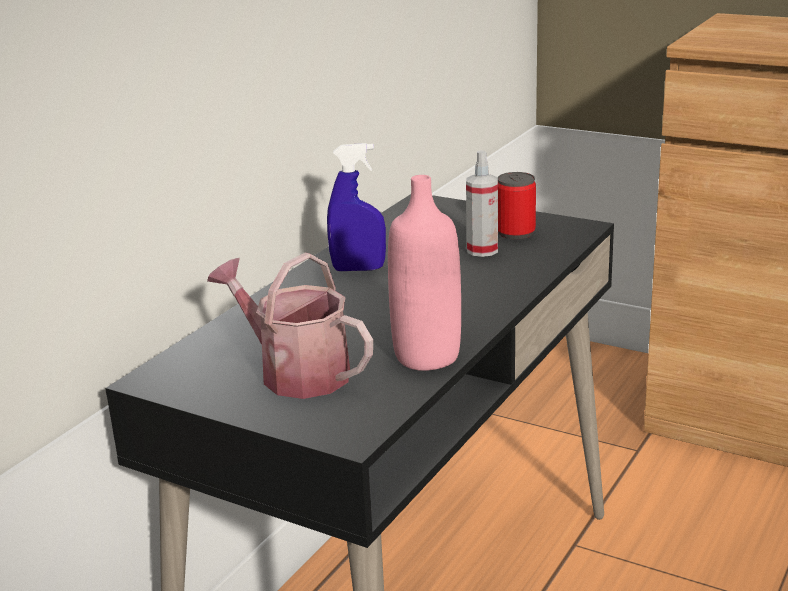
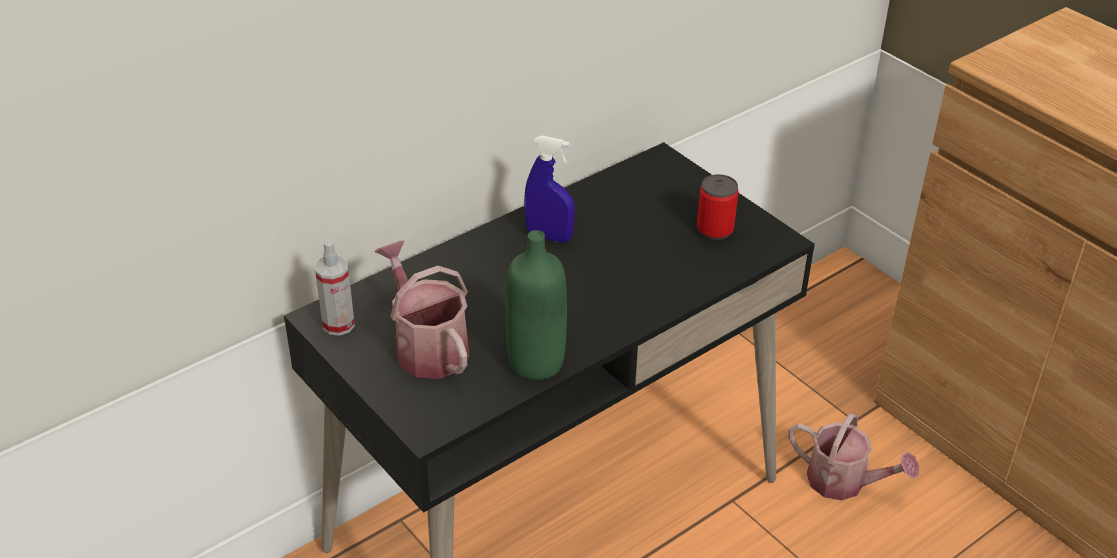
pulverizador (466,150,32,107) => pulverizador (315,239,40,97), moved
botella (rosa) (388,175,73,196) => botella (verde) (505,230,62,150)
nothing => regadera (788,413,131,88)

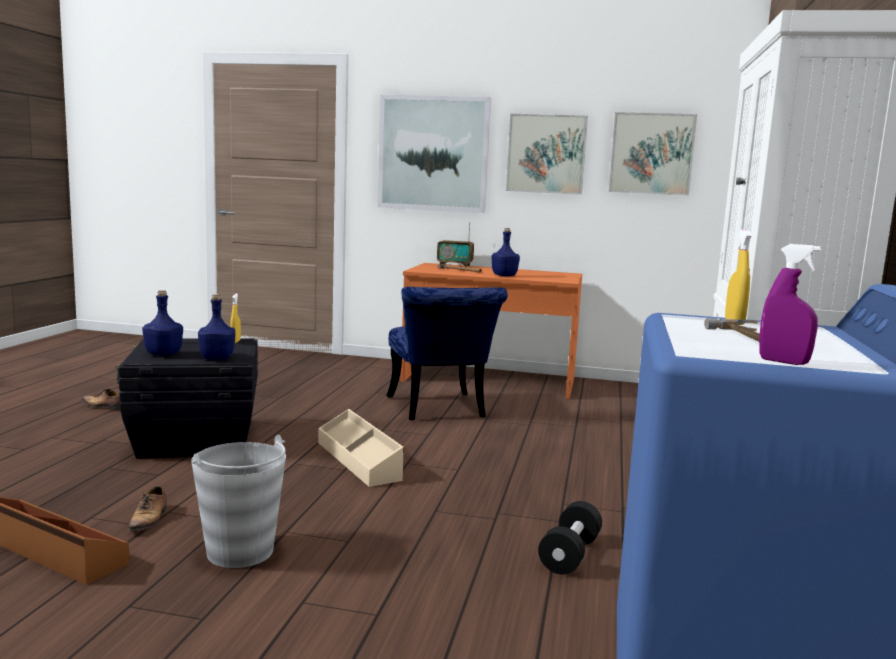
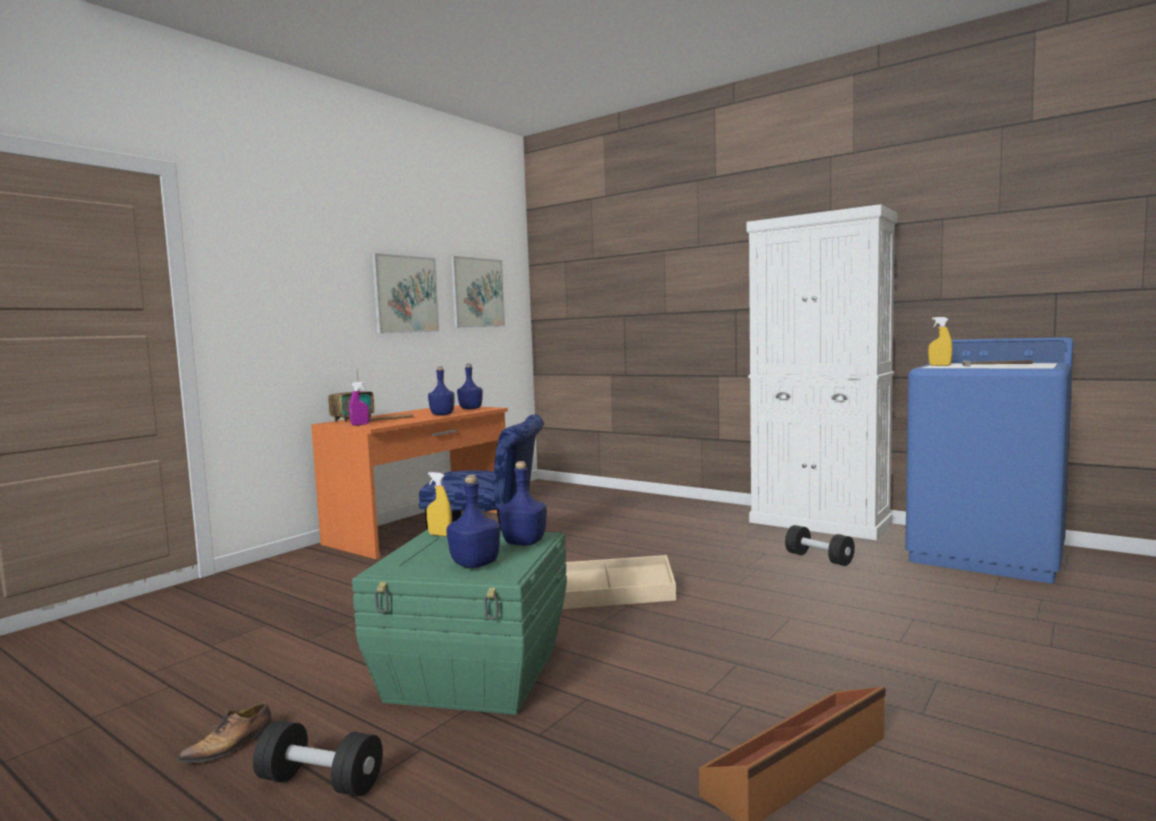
cuadro (377,94,114,119) => nothing
pulverizador (morado) (759,244,62,121) => pulverizador (morado) (349,382,20,44), moved
caja de almacenaje (negro) (116,338,142,121) => caja de almacenaje (verde) (352,529,215,186)
cubo (gris) (191,435,95,133) => nothing
zapato (128,486,39,50) => nothing
nothing => botella (azul) (457,364,26,45)
nothing => mancuerna (negro) (253,721,130,75)

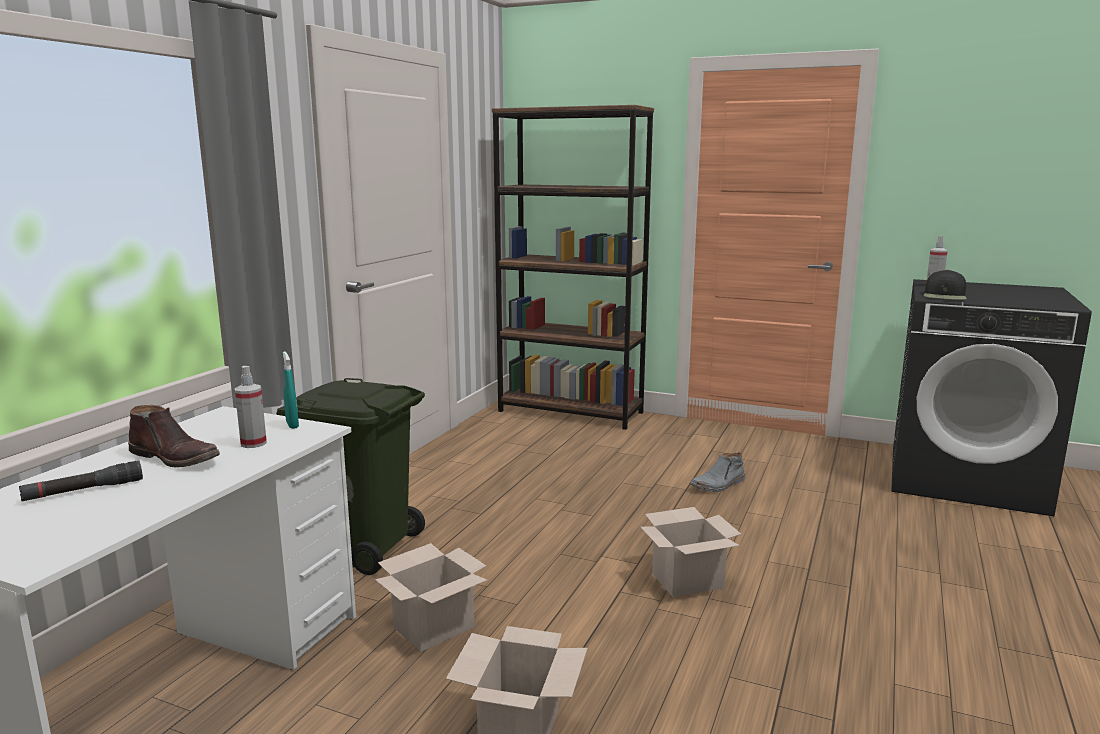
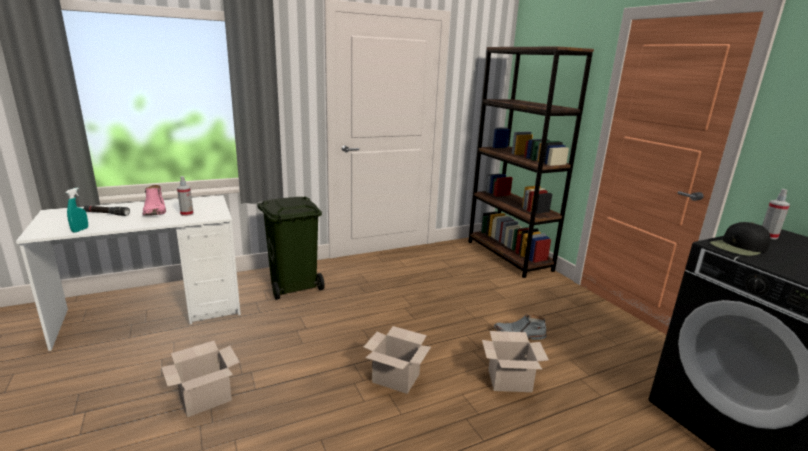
pulverizador (turquesa) (283,351,16,78) => pulverizador (turquesa) (66,188,22,45), moved
bota (marrón) (128,405,92,62) => bota (rosa) (142,185,24,31)
caja de cartón (375,543,112,109) => caja de cartón (482,331,67,61), moved

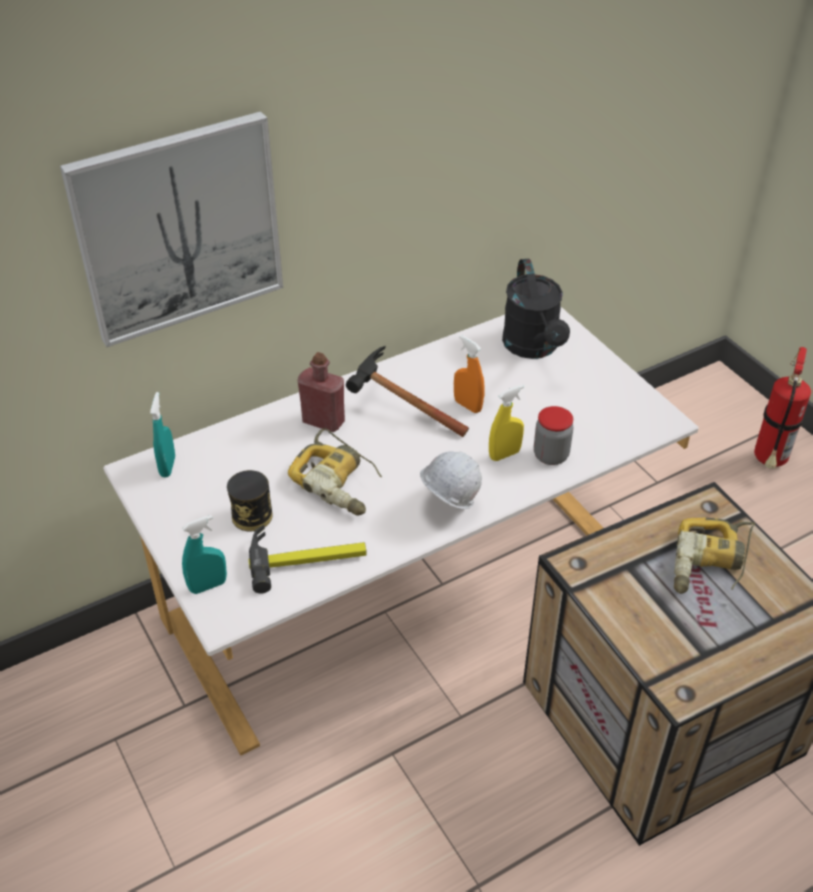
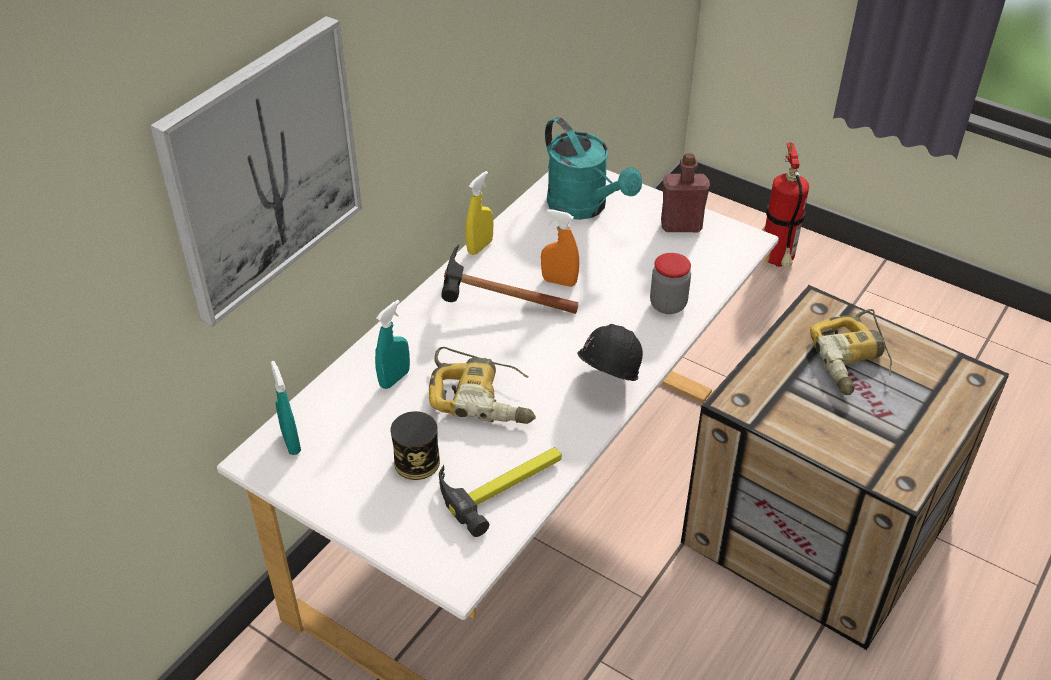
regadera (negro) (502,259,68,100) => regadera (turquesa) (545,117,97,103)
botella (rojo) (297,352,48,80) => botella (rojo) (661,153,49,79), moved
pulverizador (amarillo) (489,385,35,76) => pulverizador (amarillo) (465,171,28,84), moved
casco (blanco) (420,451,62,58) => casco (negro) (578,324,65,57)
pulverizador (turquesa) (182,515,45,79) => pulverizador (turquesa) (375,300,35,89), moved

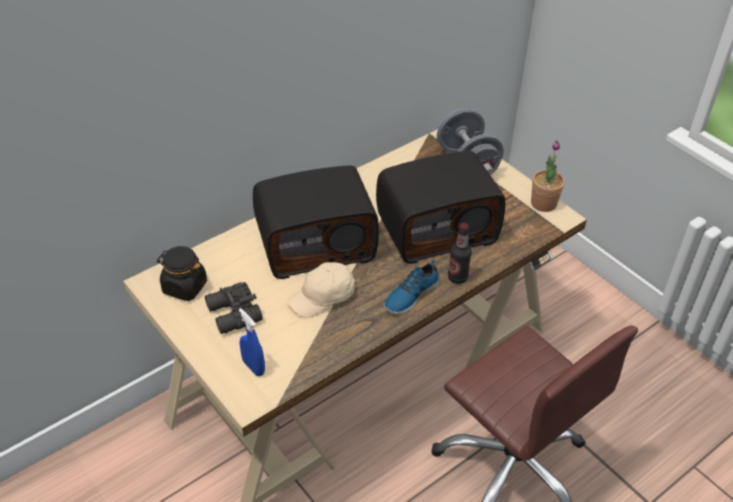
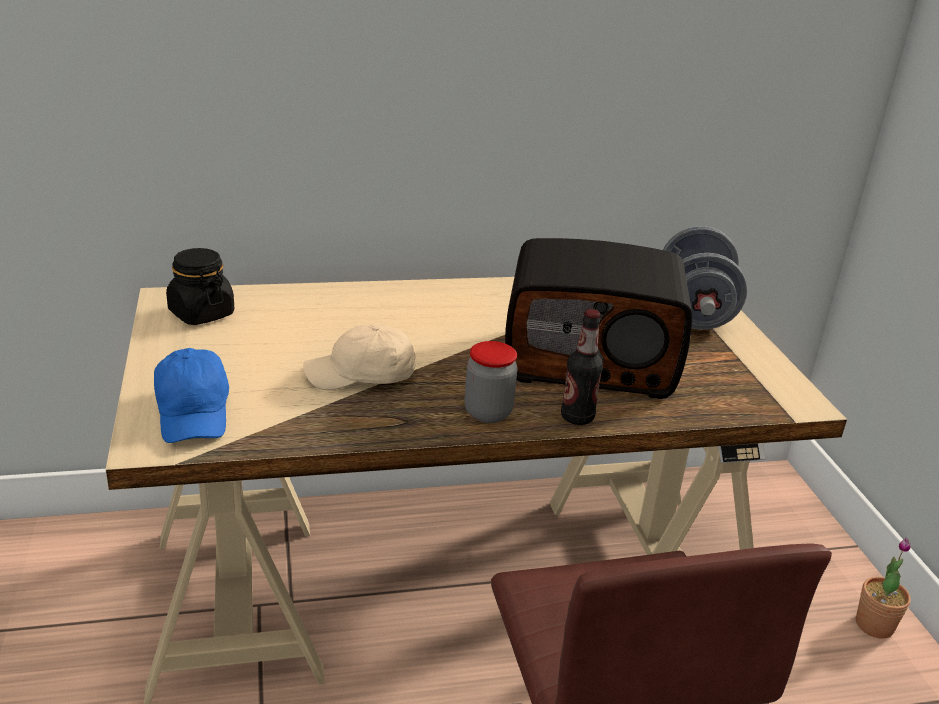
planta en maceta (531,140,34,72) => planta en maceta (856,538,55,101), moved
radio (253,166,126,113) => nothing
zapato (384,259,55,56) => tarro (465,341,53,82)
prismáticos (negro) (205,282,58,52) => nothing
pulverizador (azul) (239,308,26,68) => gorra (azul) (154,348,75,95)

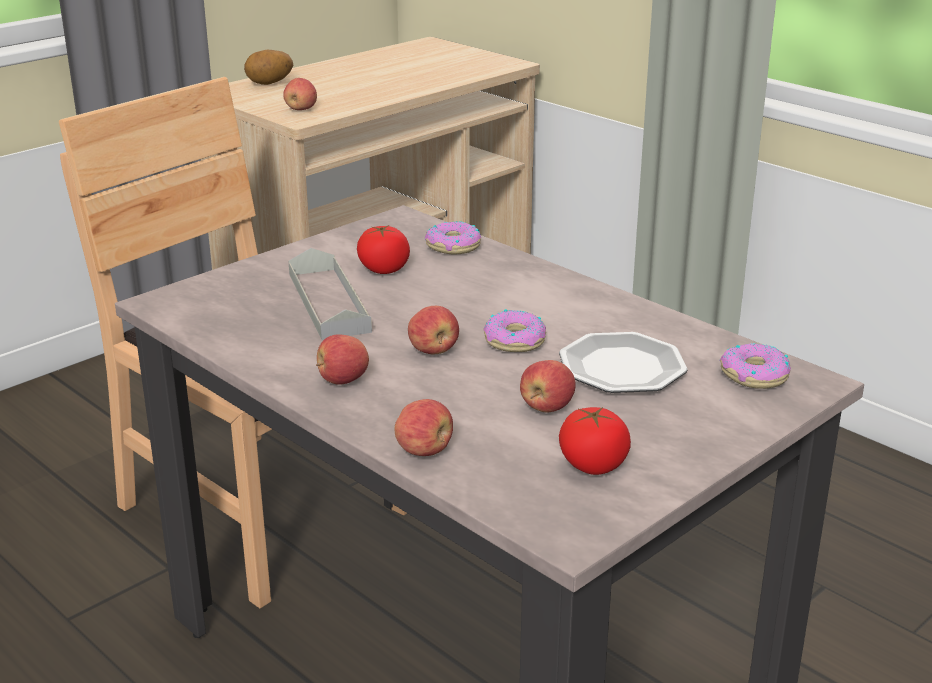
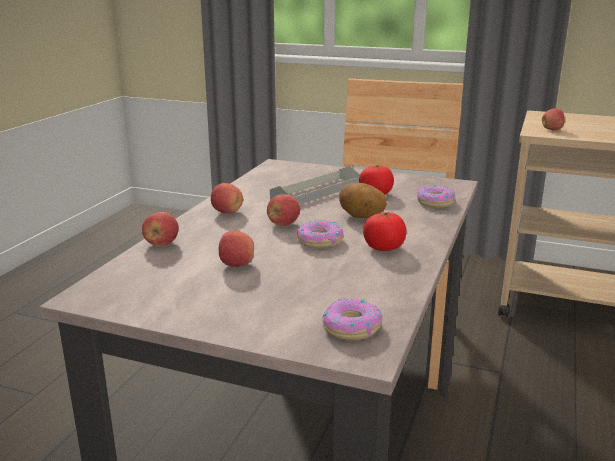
patata (244,50,50,35) => patata (339,183,48,35), moved
plato (559,332,128,61) => nothing
tomate (559,407,72,68) => tomate (363,211,44,40), moved

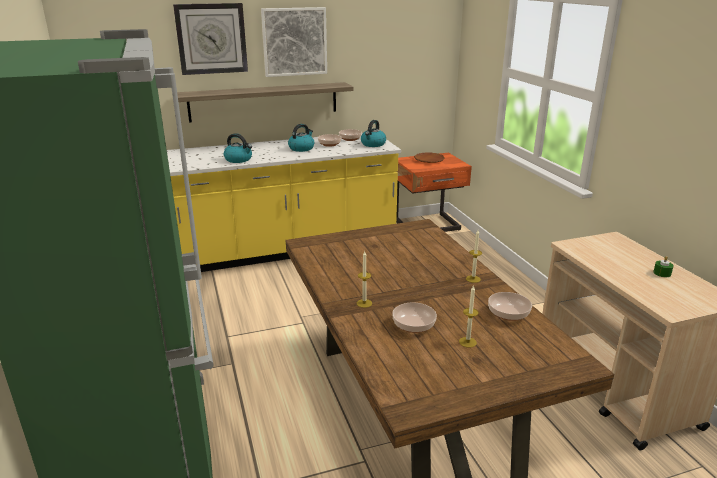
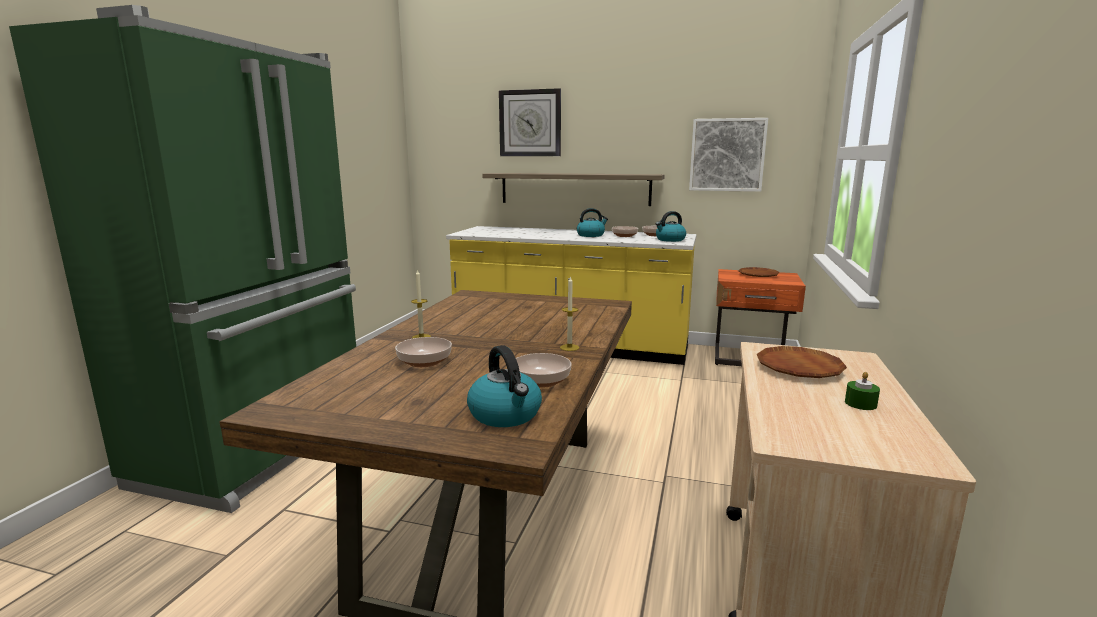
cuadro (261,7,66,70) => cuadro (689,118,79,74), moved
hervidor (224,133,28,30) => hervidor (467,345,75,82), moved
vela (459,285,20,63) => nothing
nothing => plato (marrón) (757,346,90,32)

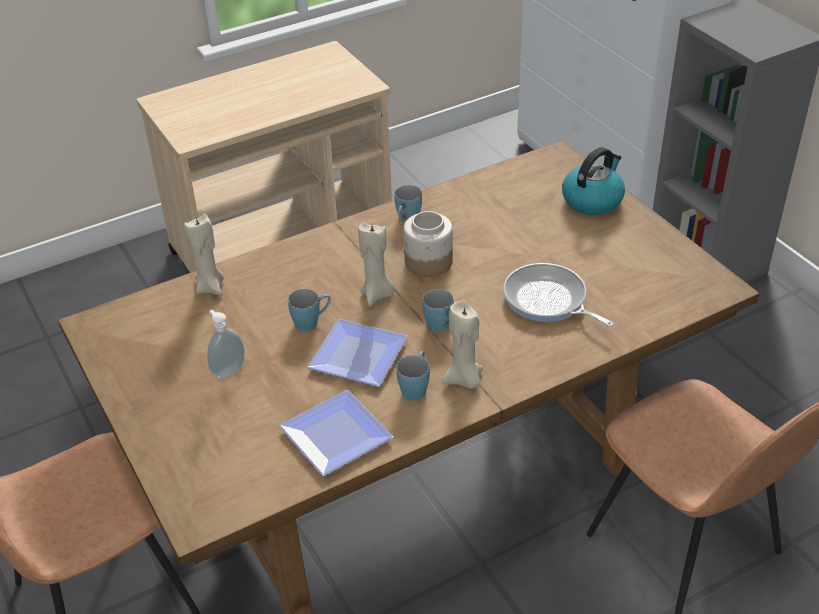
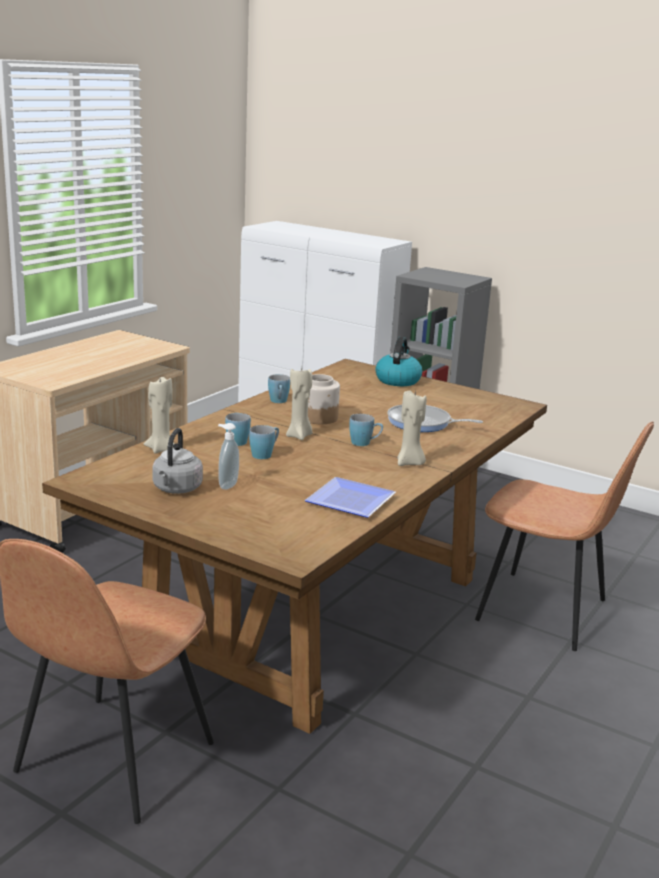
plato (307,319,101,68) => nothing
taza grande (azul) (396,351,34,50) => taza grande (azul) (225,413,26,33), moved
nothing => hervidor (gris) (152,428,51,66)

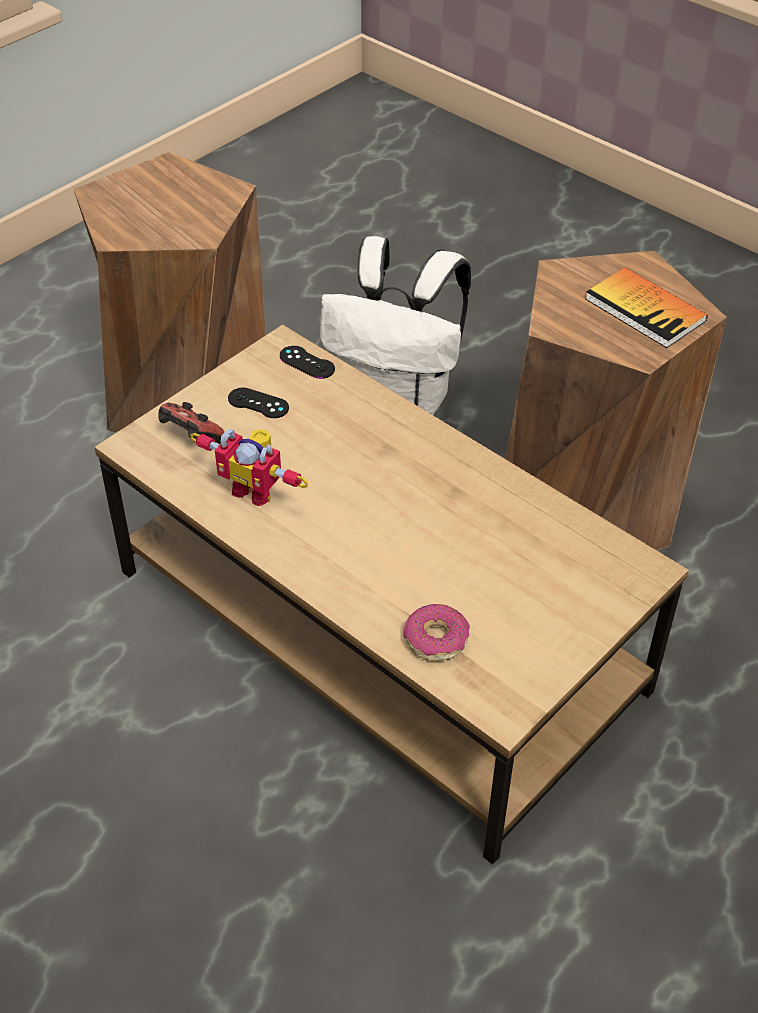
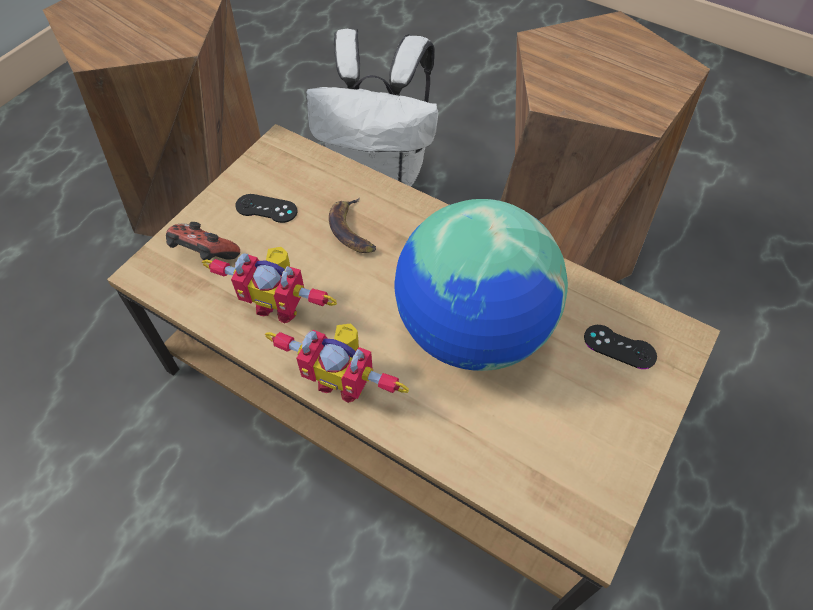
libro (585,267,123,81) => nothing
mando de consola (negro) (280,346,55,33) => mando de consola (negro) (584,325,73,44), moved
rosquilla (403,604,67,57) => nothing
nothing => plátano (329,197,47,56)
nothing => globo terráqueo (395,199,173,172)
nothing => robot de juguete (265,323,144,80)

